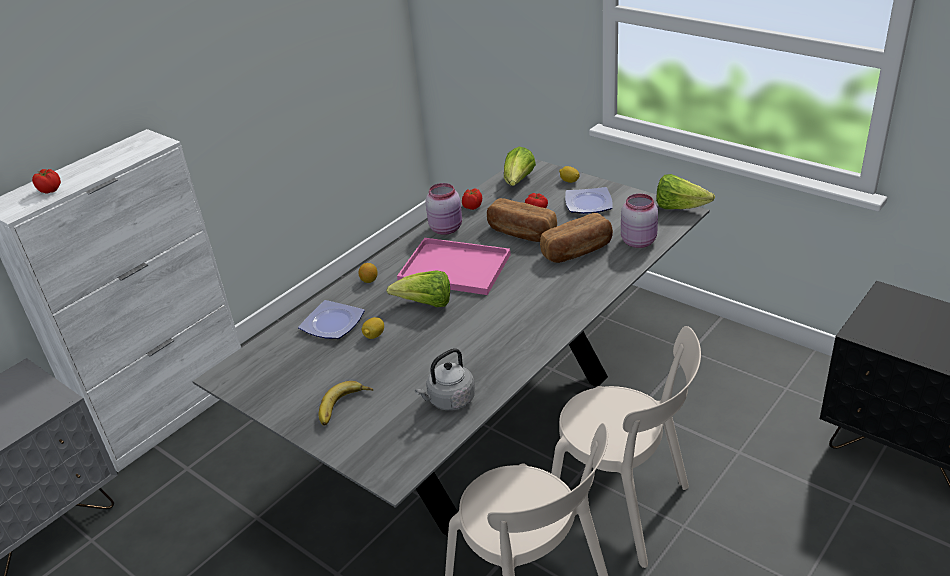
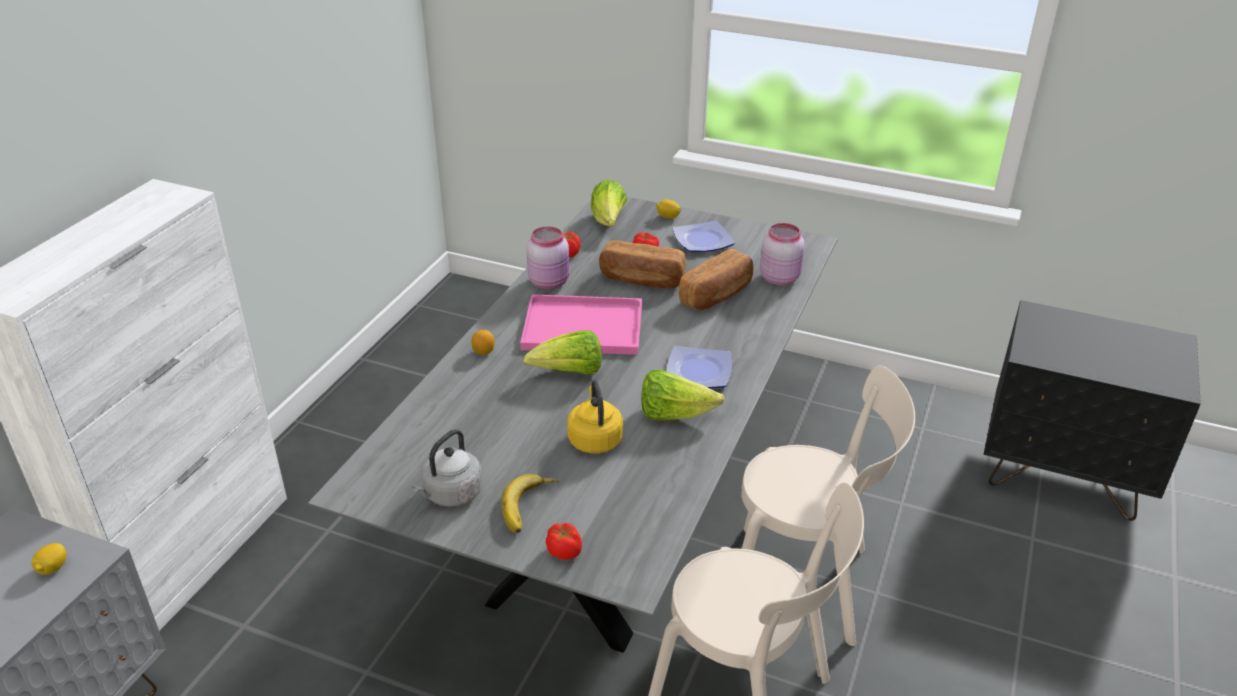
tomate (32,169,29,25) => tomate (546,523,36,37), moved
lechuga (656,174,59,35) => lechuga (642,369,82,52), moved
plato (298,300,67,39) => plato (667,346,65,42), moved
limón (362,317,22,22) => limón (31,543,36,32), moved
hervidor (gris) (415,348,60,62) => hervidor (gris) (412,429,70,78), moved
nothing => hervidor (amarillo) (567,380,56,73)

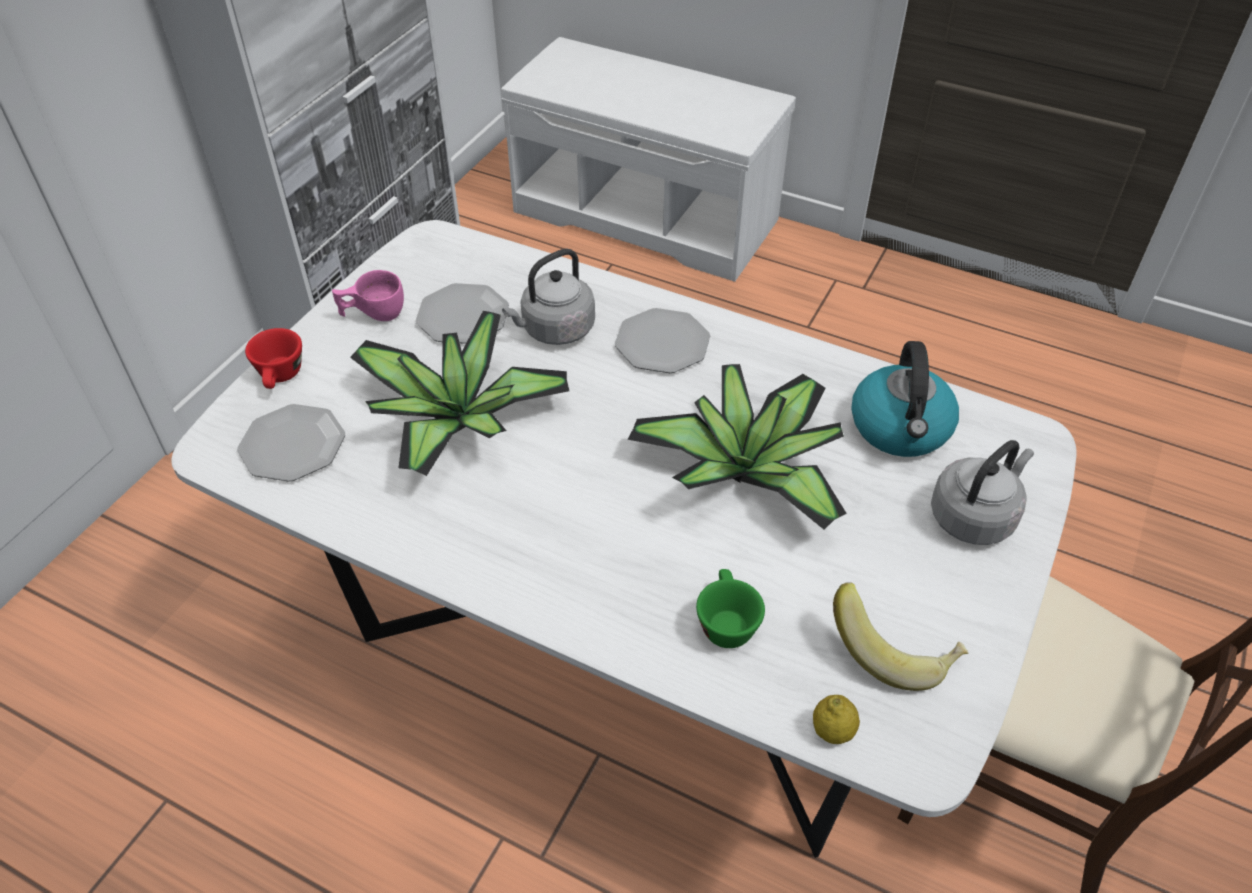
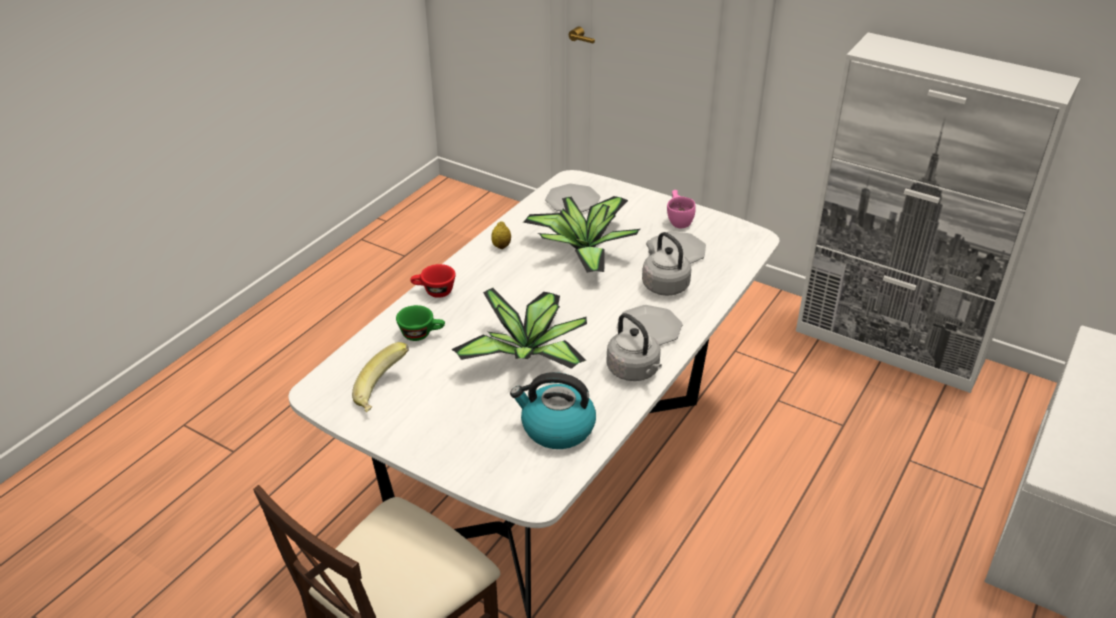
taza (rojo) (245,328,57,61) => taza (rojo) (410,264,46,34), moved
hervidor (gris) (931,440,103,105) => hervidor (gris) (606,313,56,68), moved
limón (813,695,47,49) => limón (491,221,20,28), moved

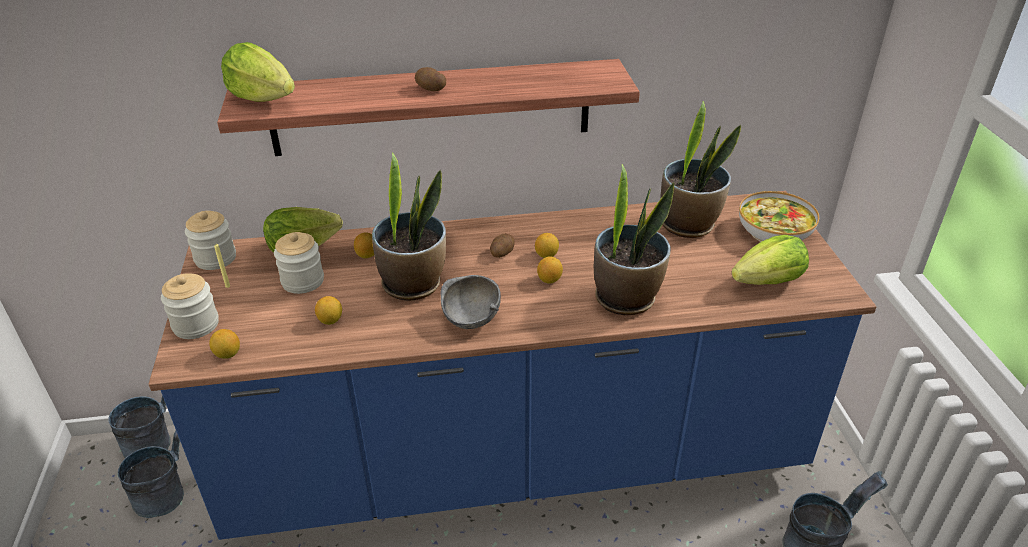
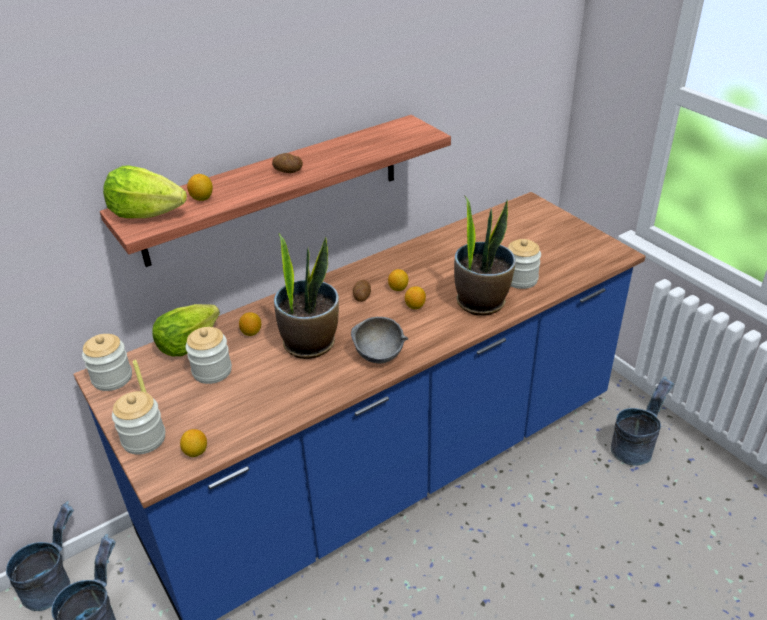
planta en maceta (661,101,80,137) => nothing
cuenco (739,191,80,51) => nothing
lechuga (731,235,78,50) => nothing
limón (315,296,27,29) => limón (187,174,26,27), moved
nothing => tarro (508,239,33,50)

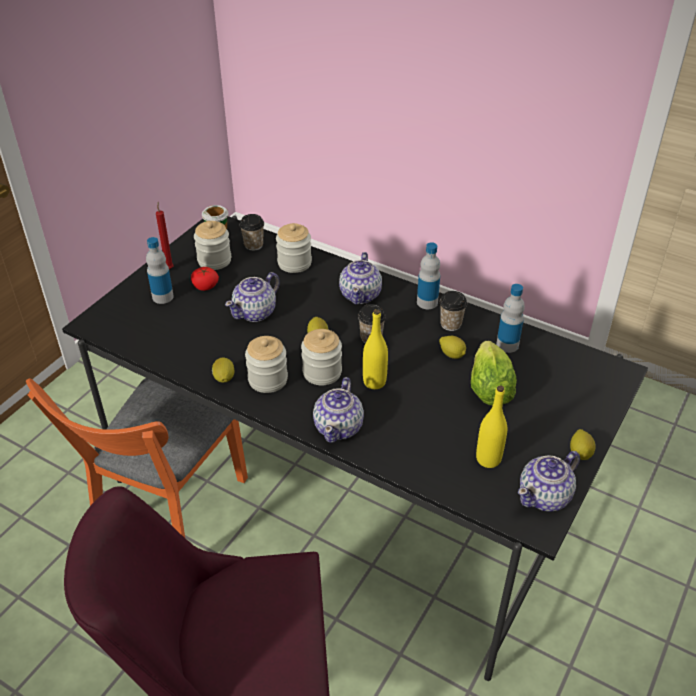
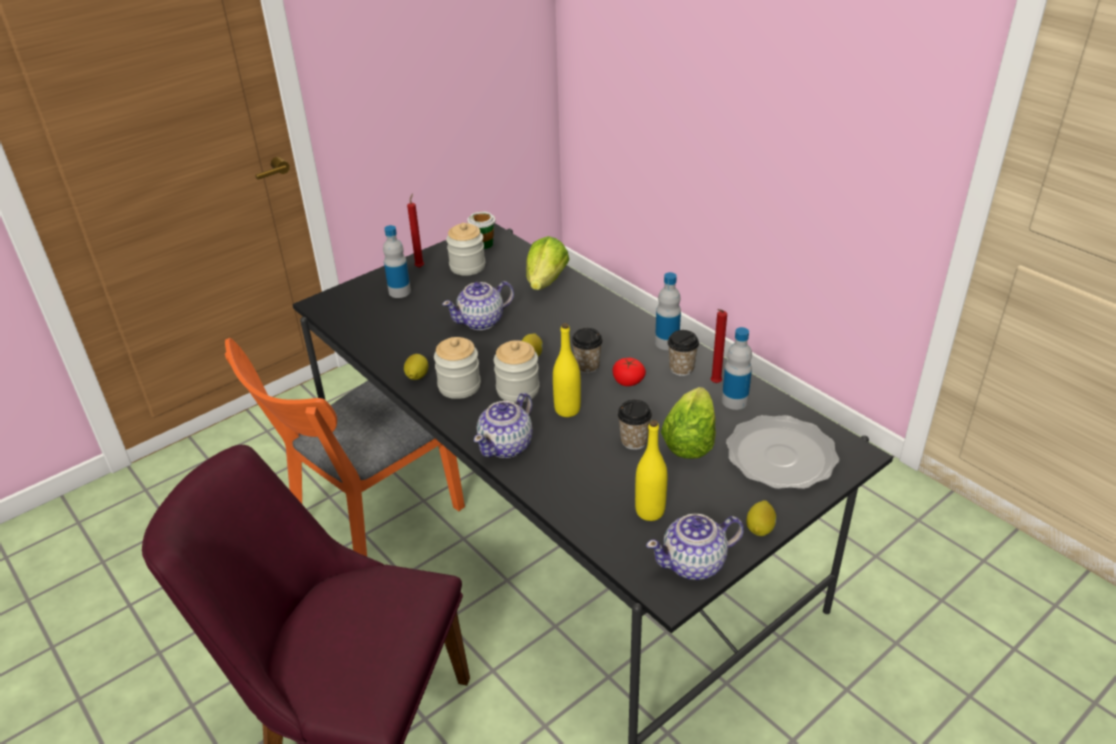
taza (240,214,24,37) => taza (617,399,35,51), moved
tarro (276,223,36,50) => lechuga (526,236,43,54)
tetera (339,252,43,53) => nothing
tomate (191,267,28,24) => tomate (612,358,34,28), moved
limón (439,336,27,23) => nothing
nothing => vela (rojo) (710,309,17,74)
nothing => plato (726,415,113,74)

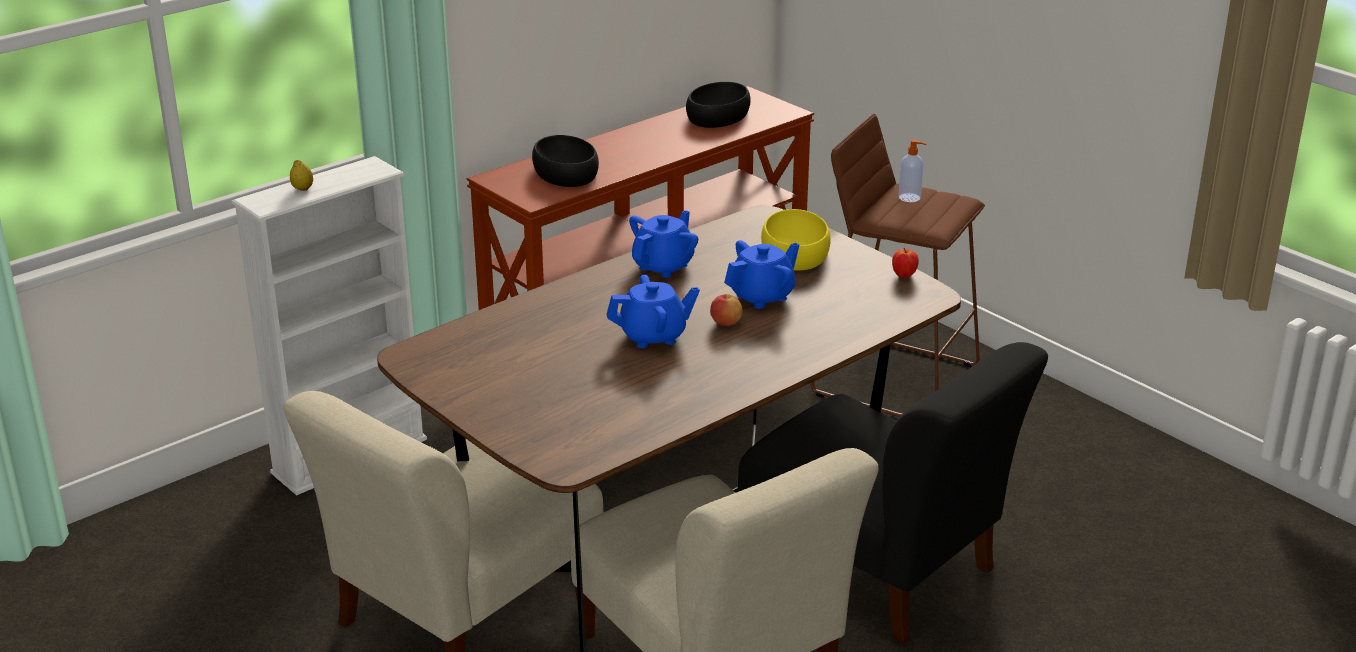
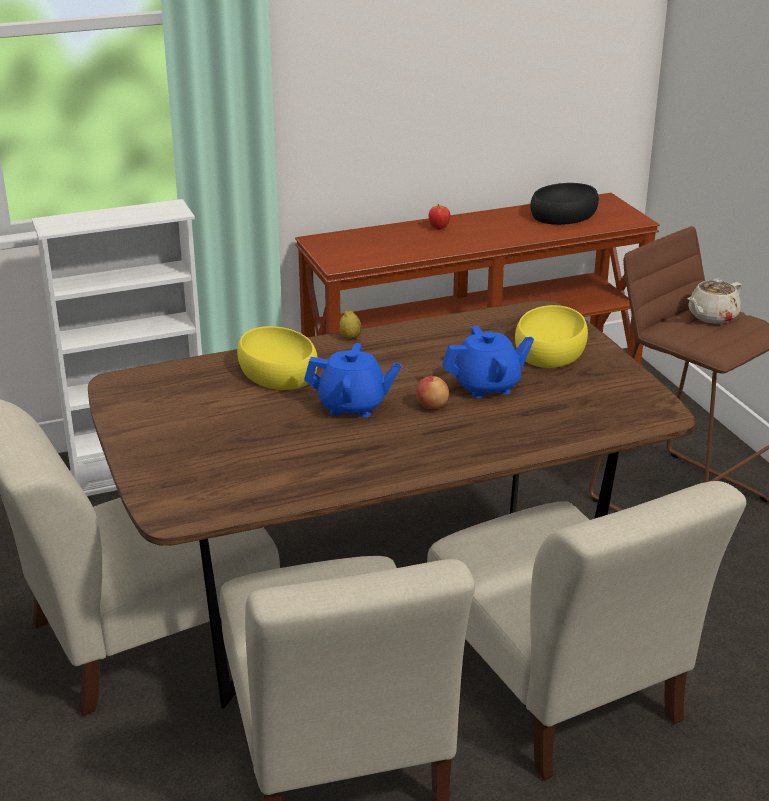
cuenco (negro) (532,135,67,52) => nothing
dispensador de jabón (898,140,28,62) => tetera (beis) (687,279,55,45)
limón (290,160,23,31) => limón (339,309,23,31), moved
tetera (azul) (629,210,69,68) => nothing
manzana (892,248,27,30) => manzana (429,204,21,26), moved
silla (negro) (738,342,310,302) => silla (beis) (427,481,319,299)
nothing => cuenco (amarillo) (237,326,81,64)

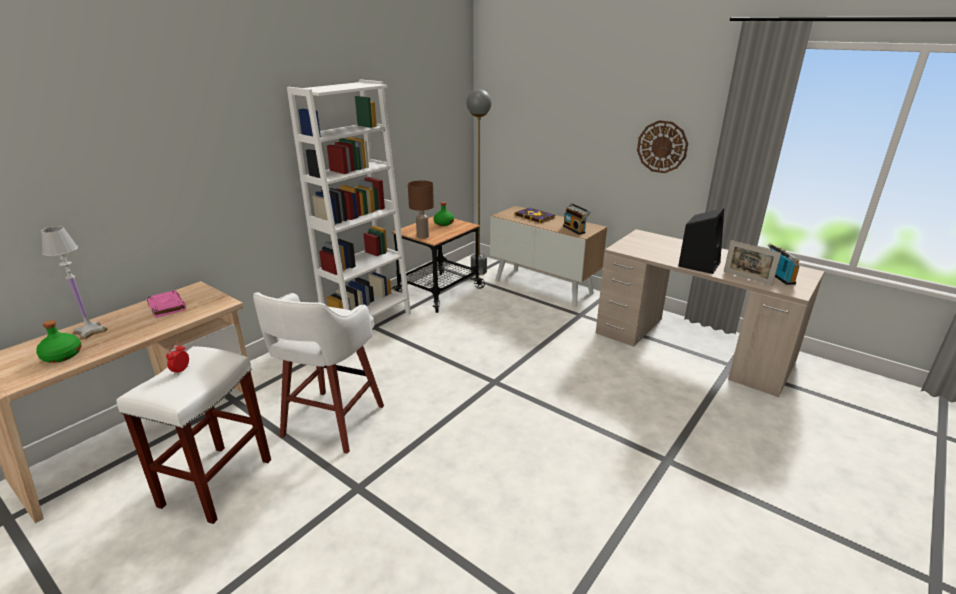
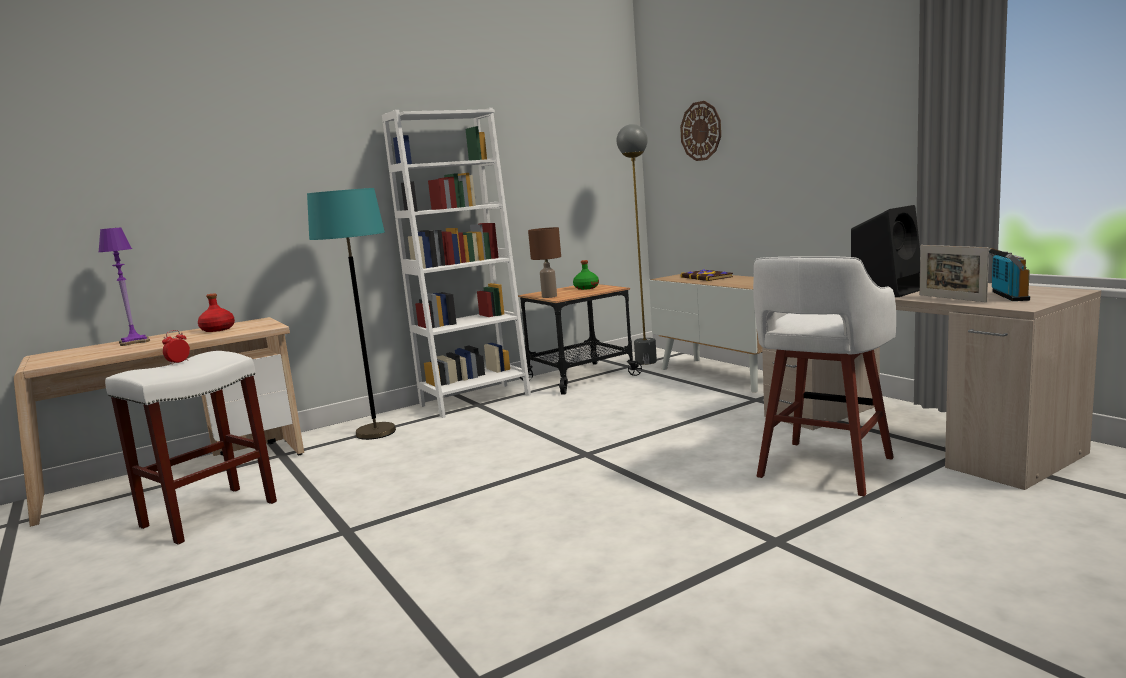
reloj de pared (637,120,51,53) => reloj de pared (680,101,41,60), moved
radio (563,203,27,32) => nothing
lámpara de mesa (blanco) (41,226,66,114) => lámpara de mesa (morado) (98,227,52,119)
libro (rosa) (146,290,40,28) => botella (rojo) (198,293,37,39)
taburete (blanco) (253,292,131,162) => taburete (blanco) (753,256,143,240), moved
botella (verde) (36,320,45,43) => nothing
nothing => lámpara de pie (turquesa) (307,188,89,252)

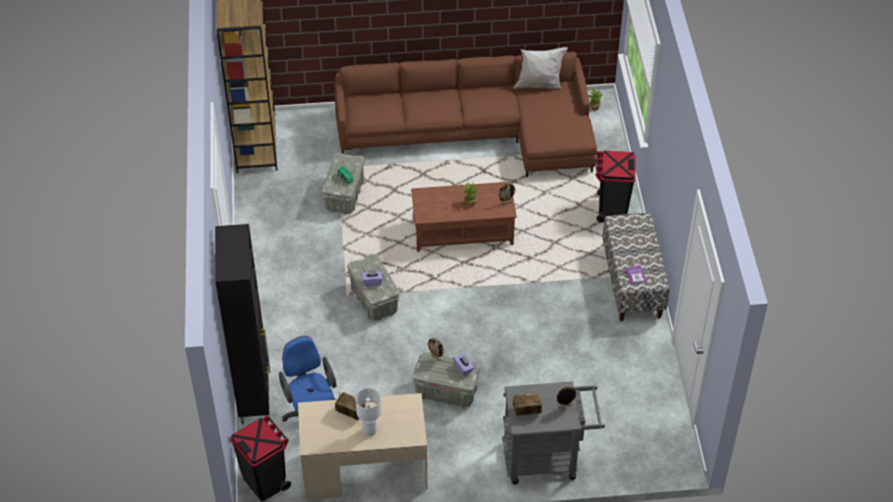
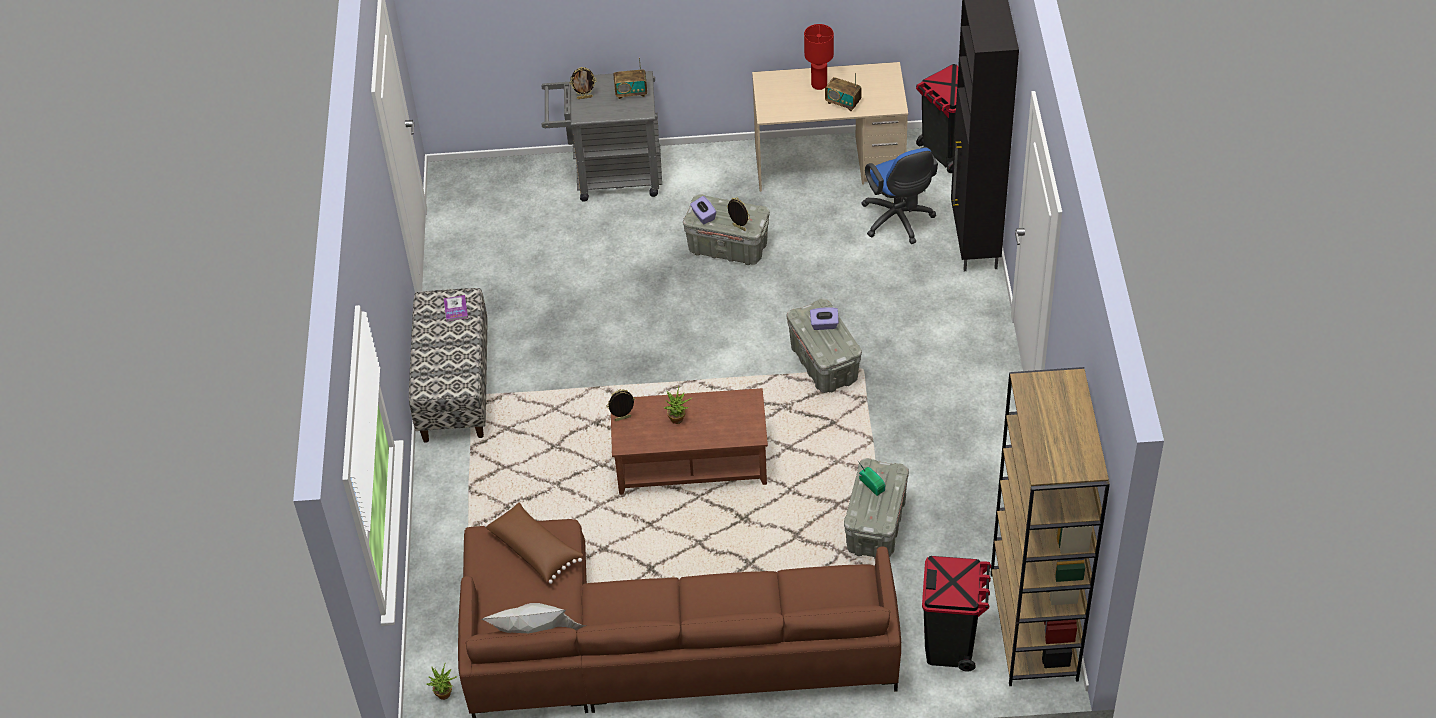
papelera (negro) (596,151,40,71) => papelera (negro) (922,556,69,115), moved
lámpara de mesa (blanco) (356,388,25,48) => lámpara de mesa (rojo) (804,24,30,66)
nothing => cojín (marrón) (484,502,99,82)

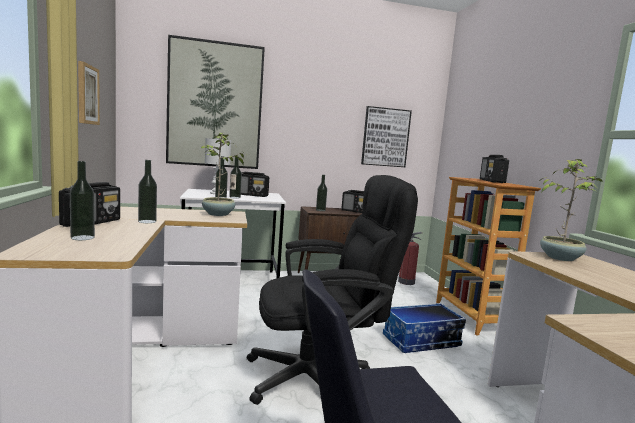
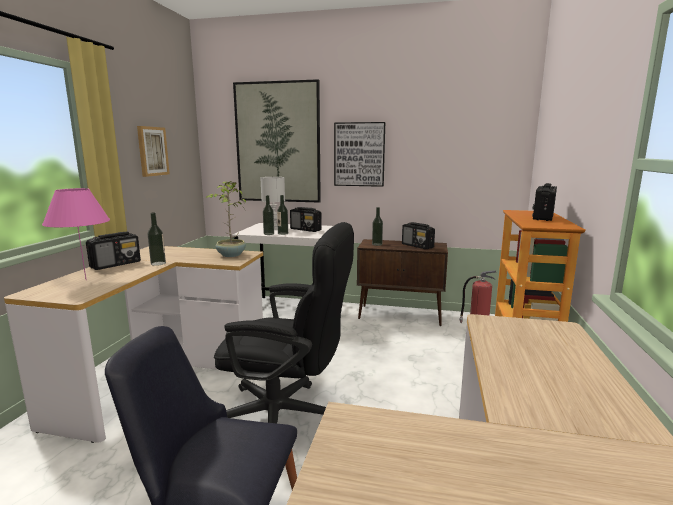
cuadro (361,106,51,61) => cuadro (334,122,51,65), moved
planta en maceta (540,159,62,102) => nothing
botella (70,161,25,79) => lámpara de mesa (rosa) (42,188,68,91)
caja de almacenaje (383,303,83,50) => nothing

